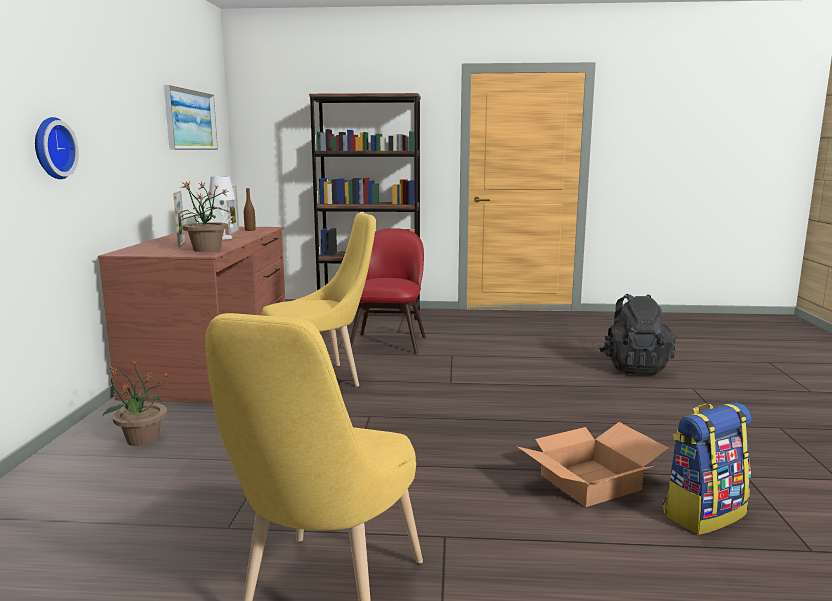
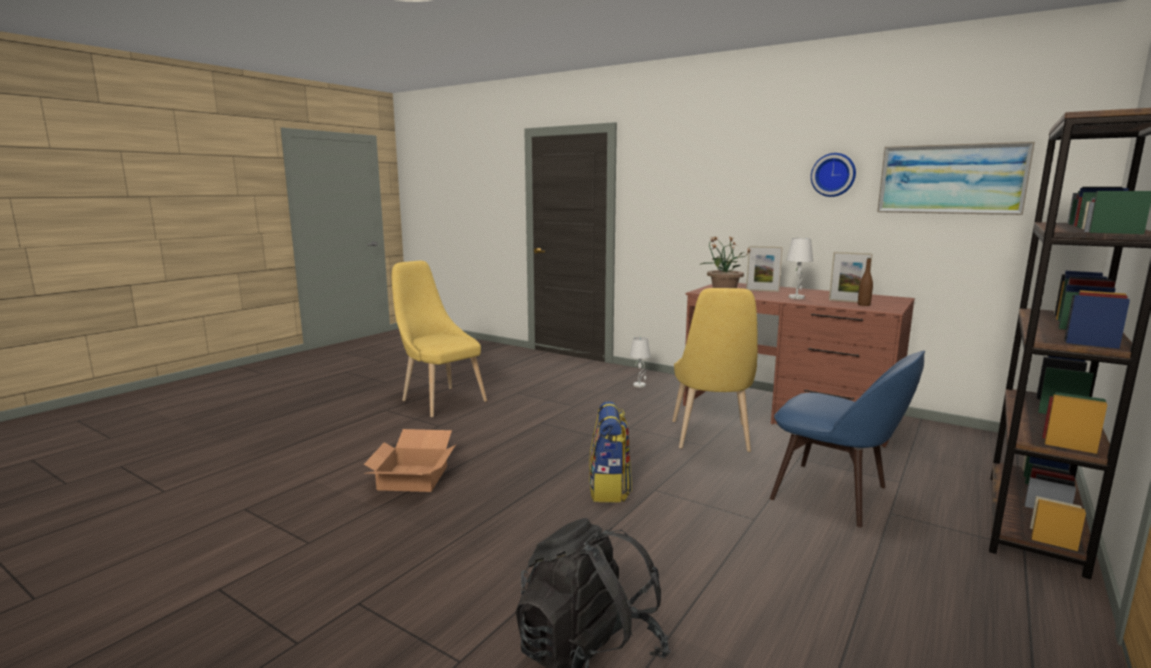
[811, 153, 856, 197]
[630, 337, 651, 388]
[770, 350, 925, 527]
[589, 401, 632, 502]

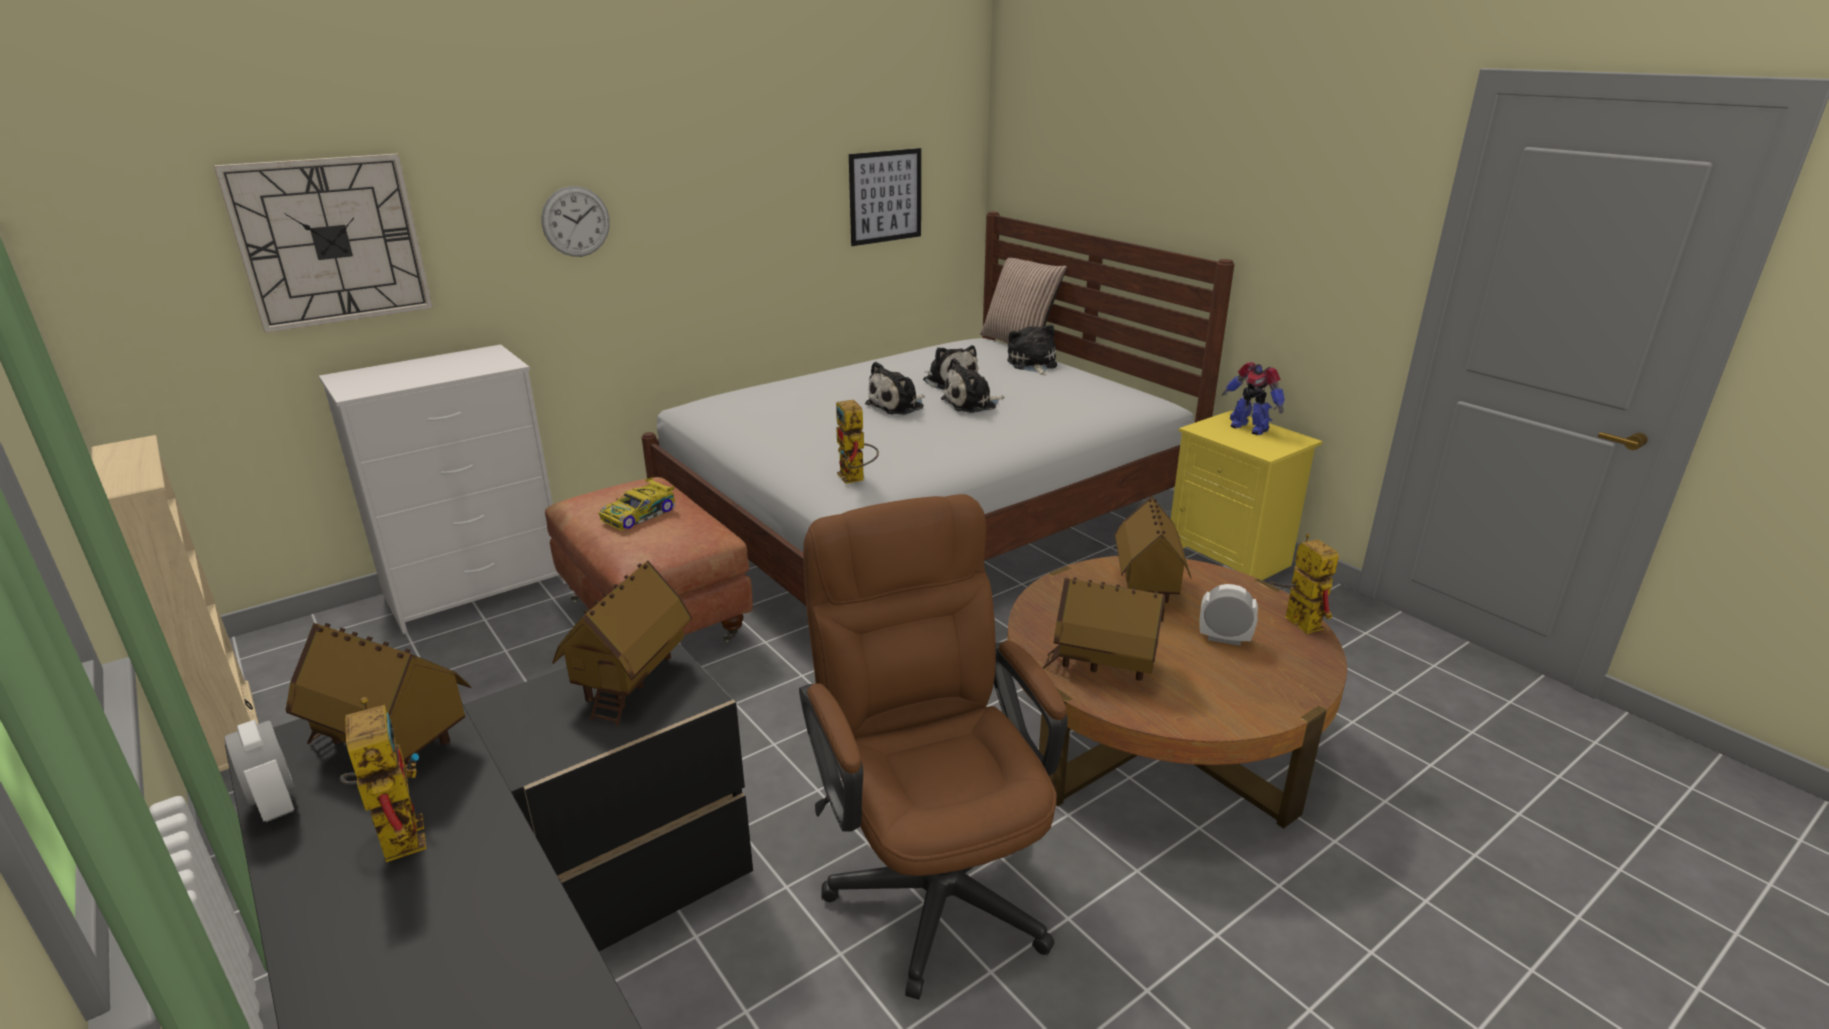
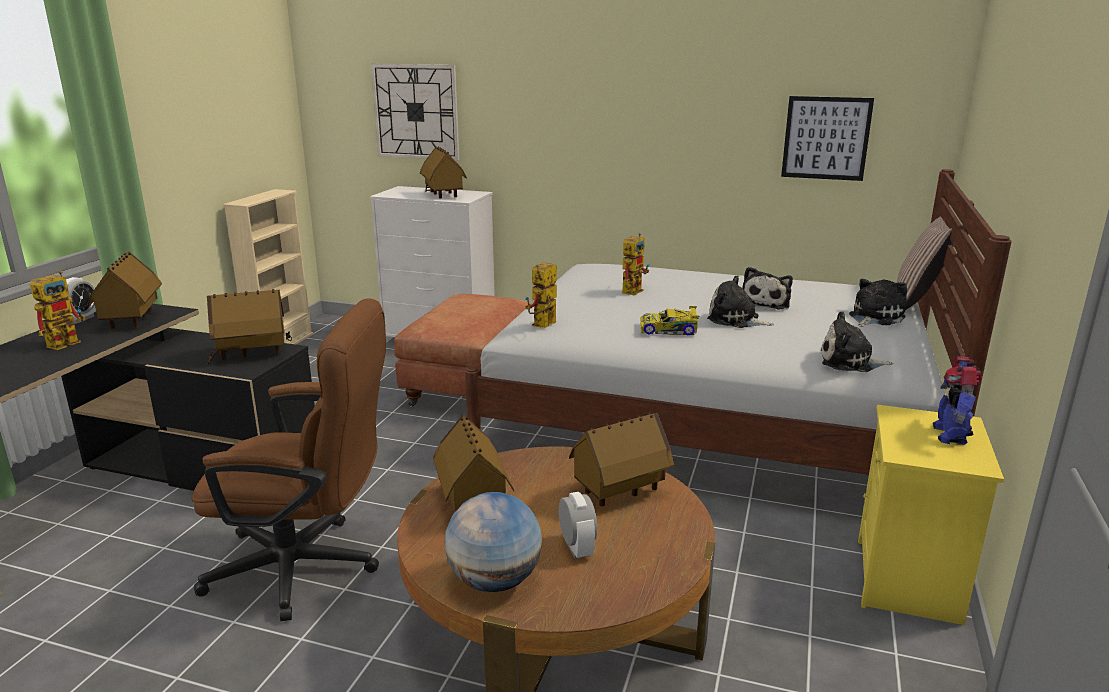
[541, 186, 610, 257] (first image)
[640, 306, 699, 335]
[192, 298, 386, 621]
[821, 311, 893, 372]
[622, 233, 650, 295]
[420, 146, 467, 198]
[445, 492, 542, 592]

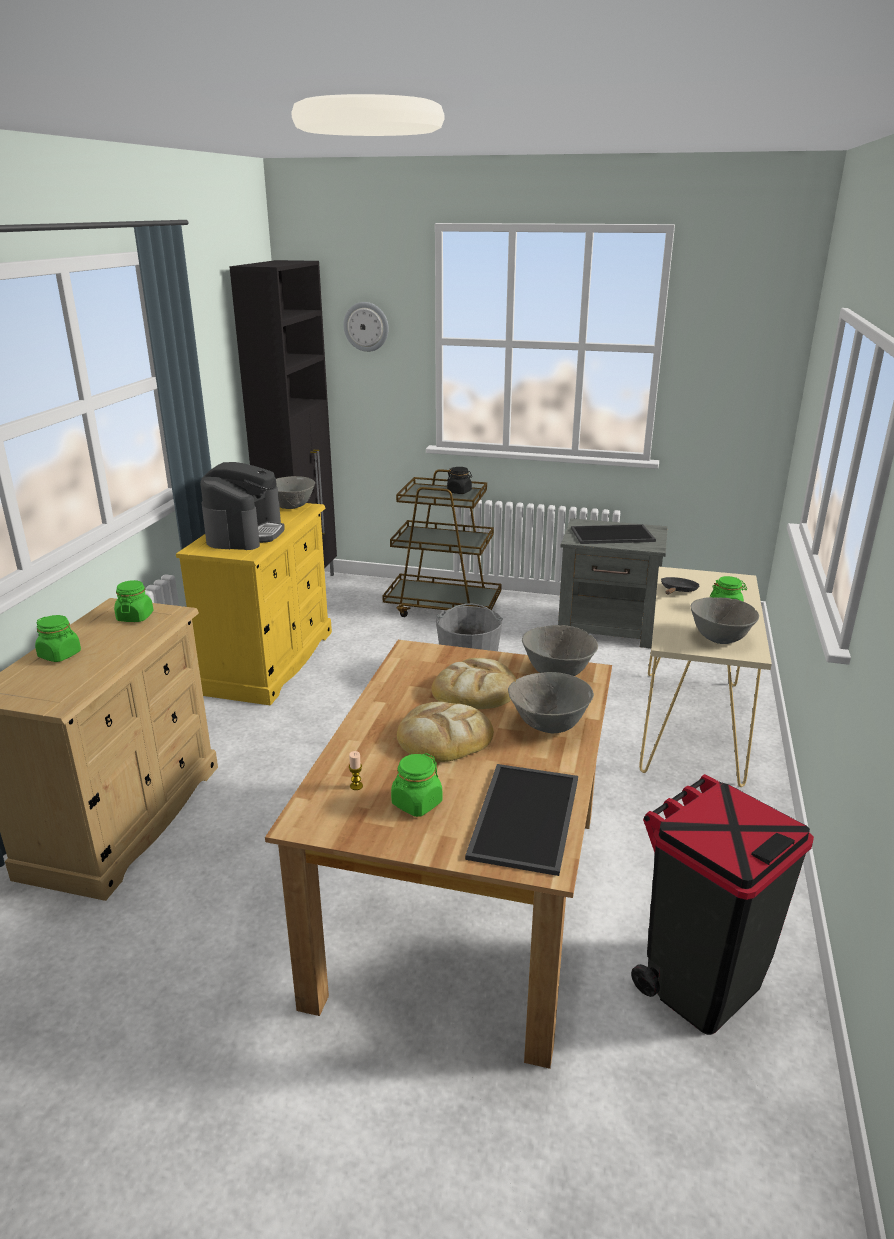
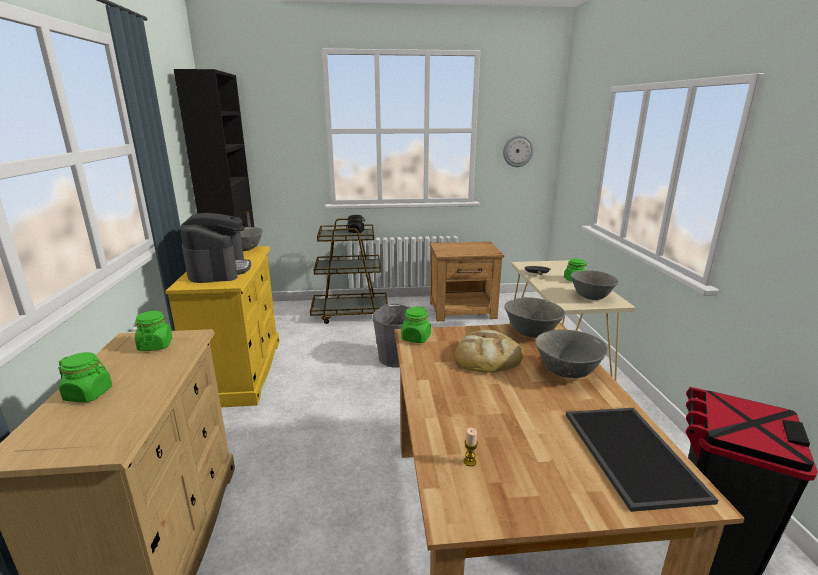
[503, 135, 534, 167]
[401, 306, 431, 343]
[397, 701, 494, 762] (first image)
[430, 241, 504, 321]
[571, 524, 656, 544] (first image)

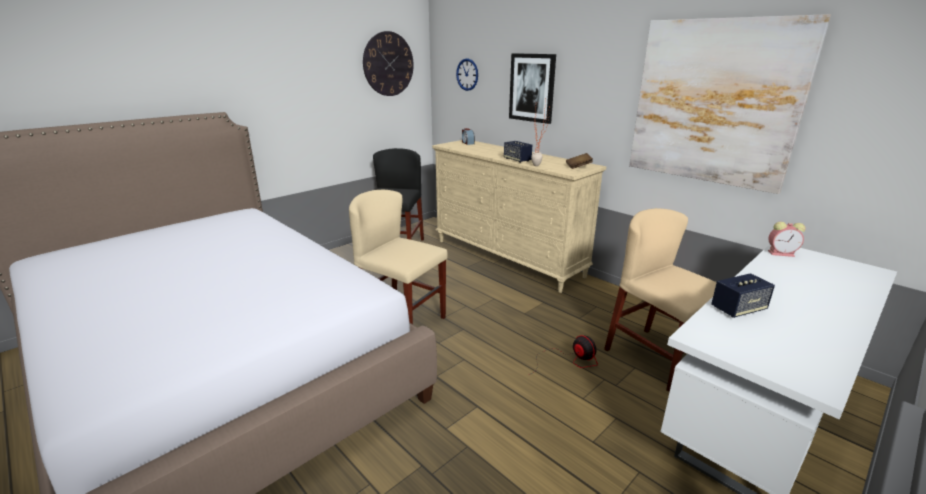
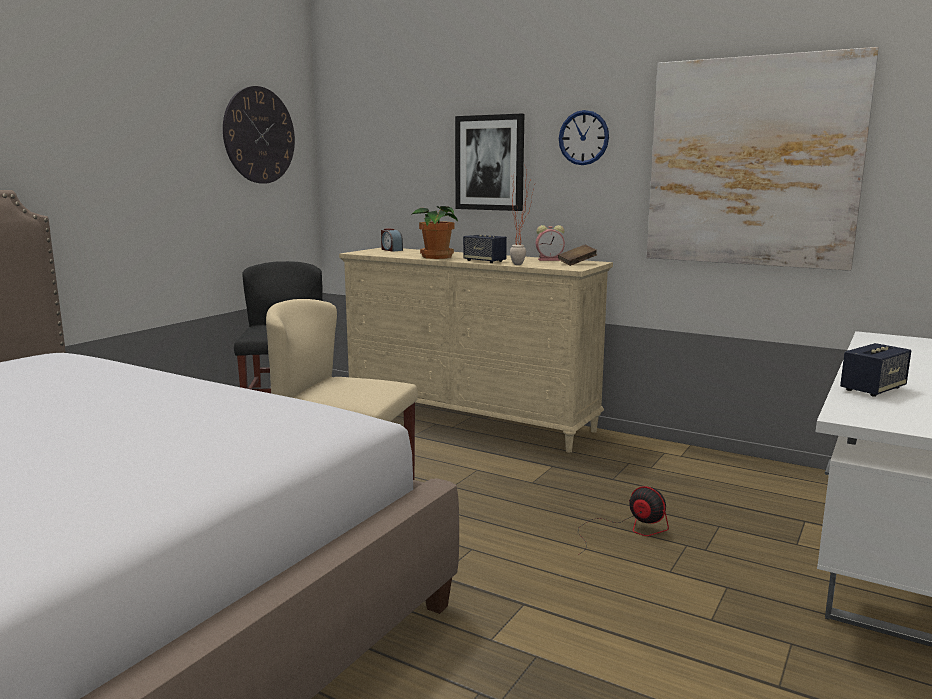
[559, 110, 609, 165]
[604, 208, 717, 392] (first image)
[536, 225, 565, 261]
[411, 206, 458, 259]

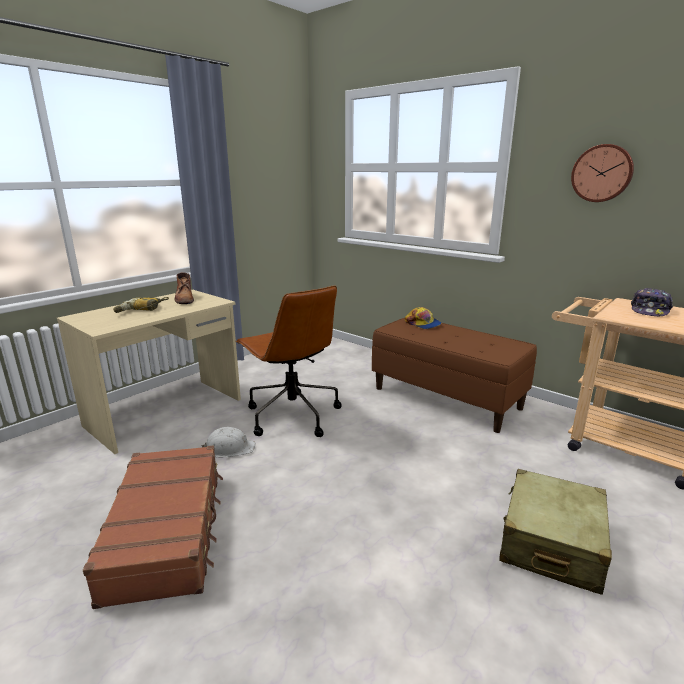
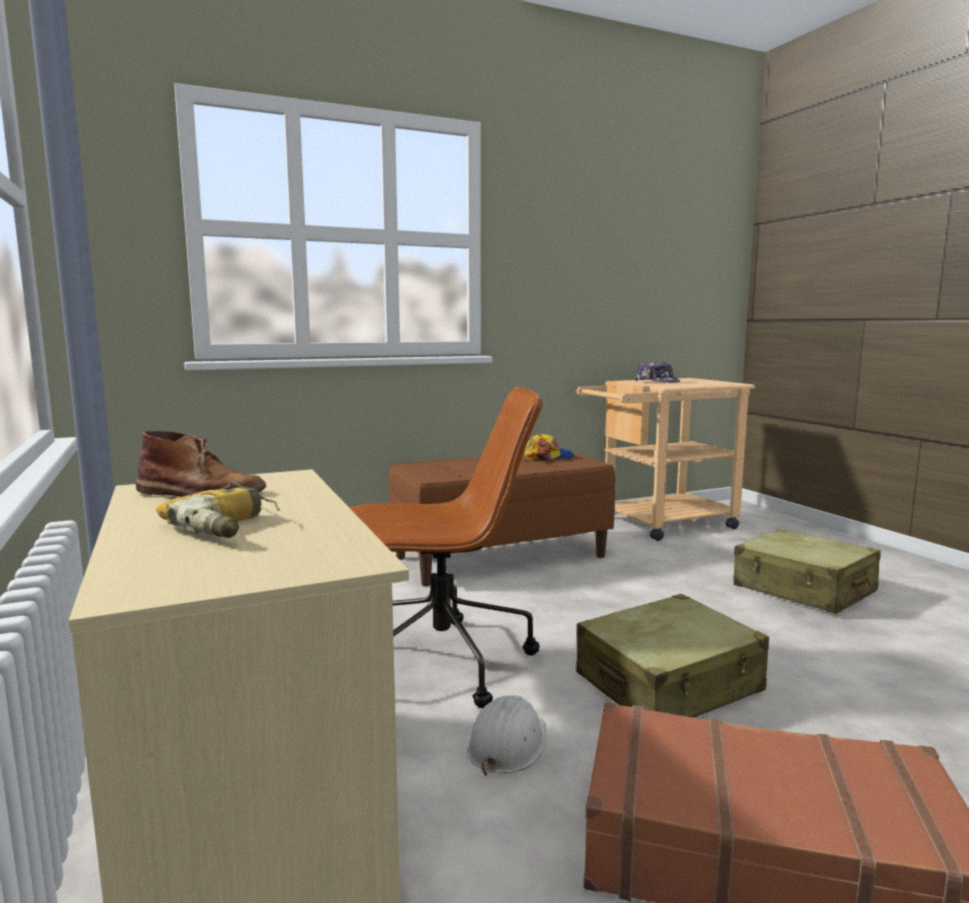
[524, 434, 574, 461]
[571, 144, 634, 202] (first image)
[576, 594, 769, 718]

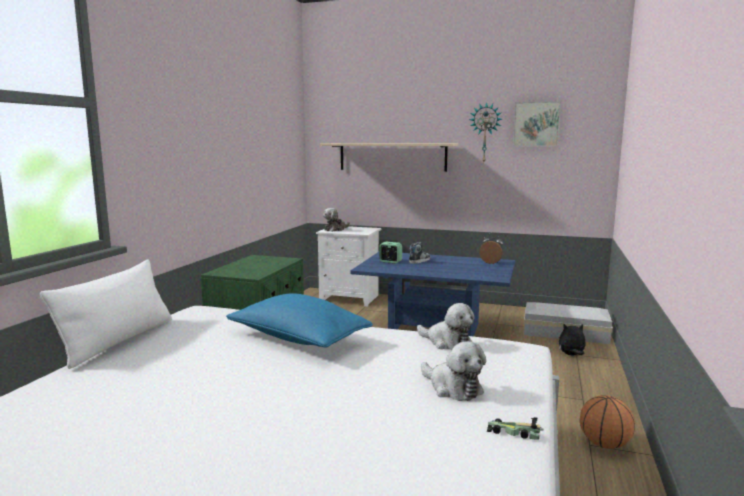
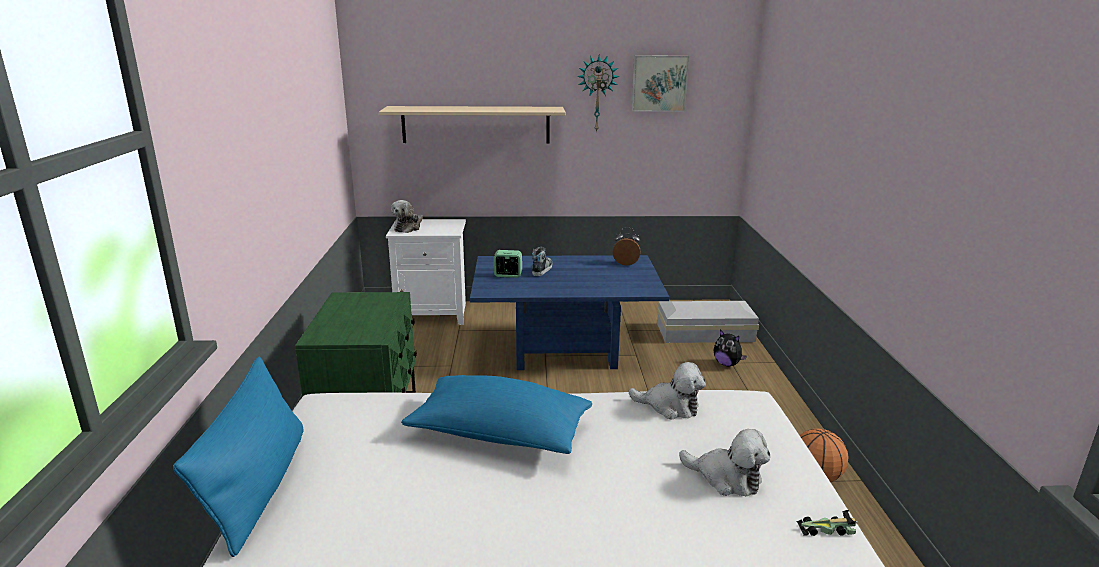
[173, 357, 303, 557]
[713, 330, 747, 366]

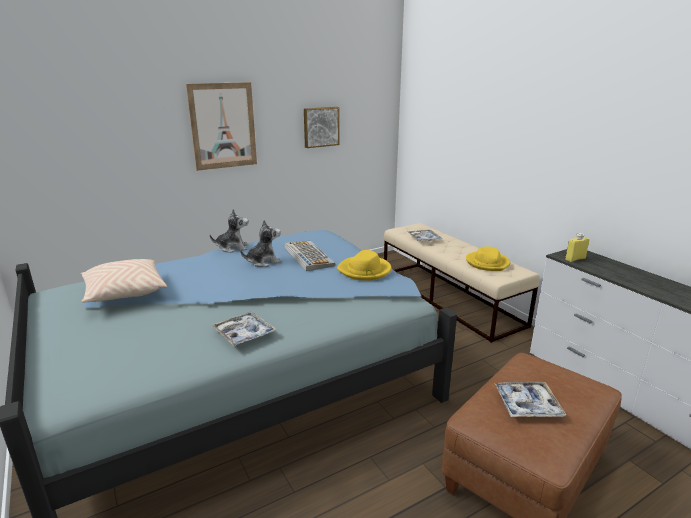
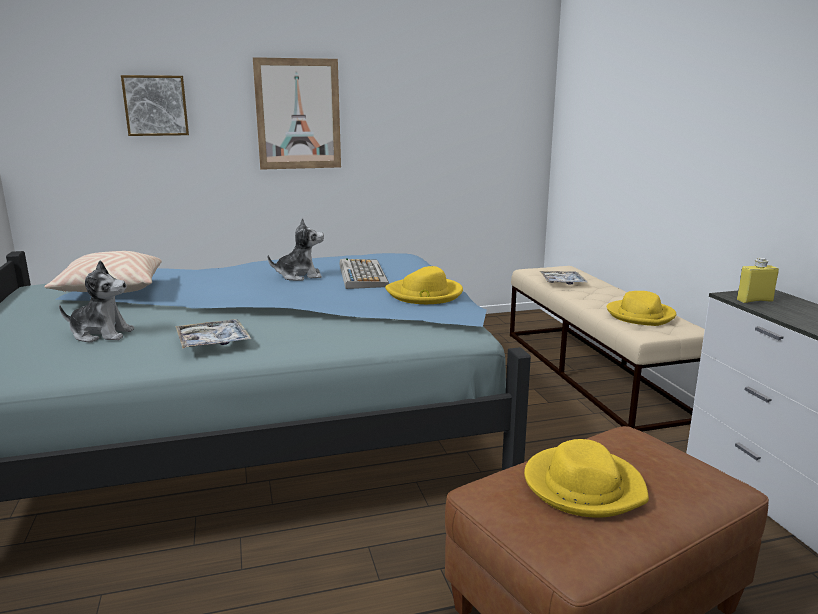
[59, 260, 134, 343]
[121, 75, 189, 136]
[524, 439, 649, 518]

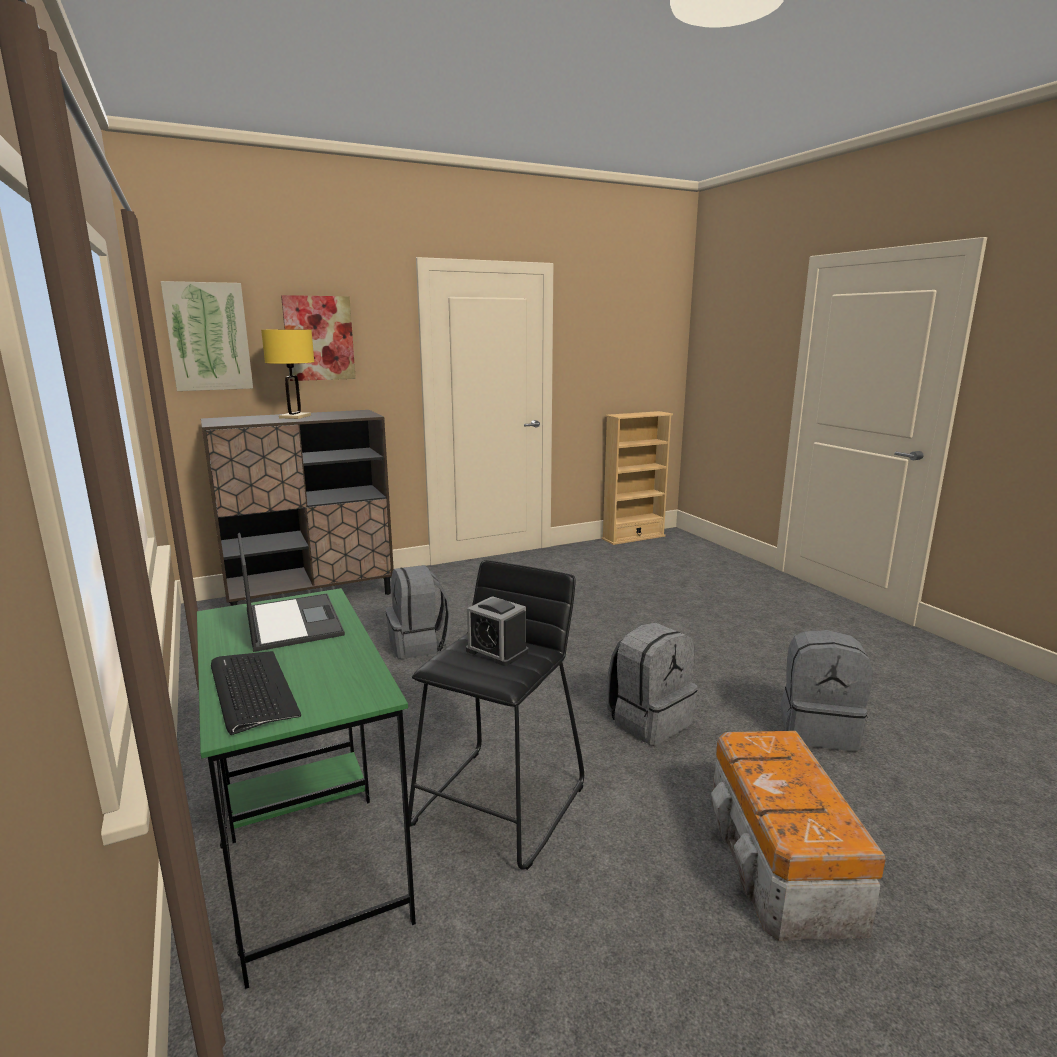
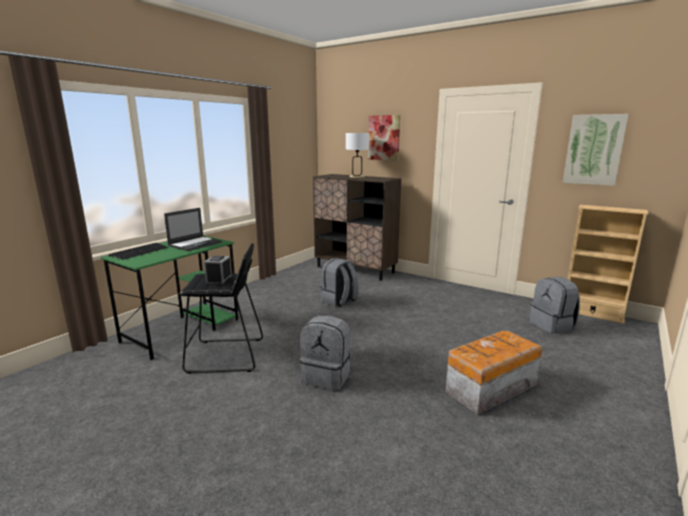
[563, 114, 629, 186]
[346, 133, 370, 178]
[446, 331, 543, 415]
[529, 277, 580, 334]

